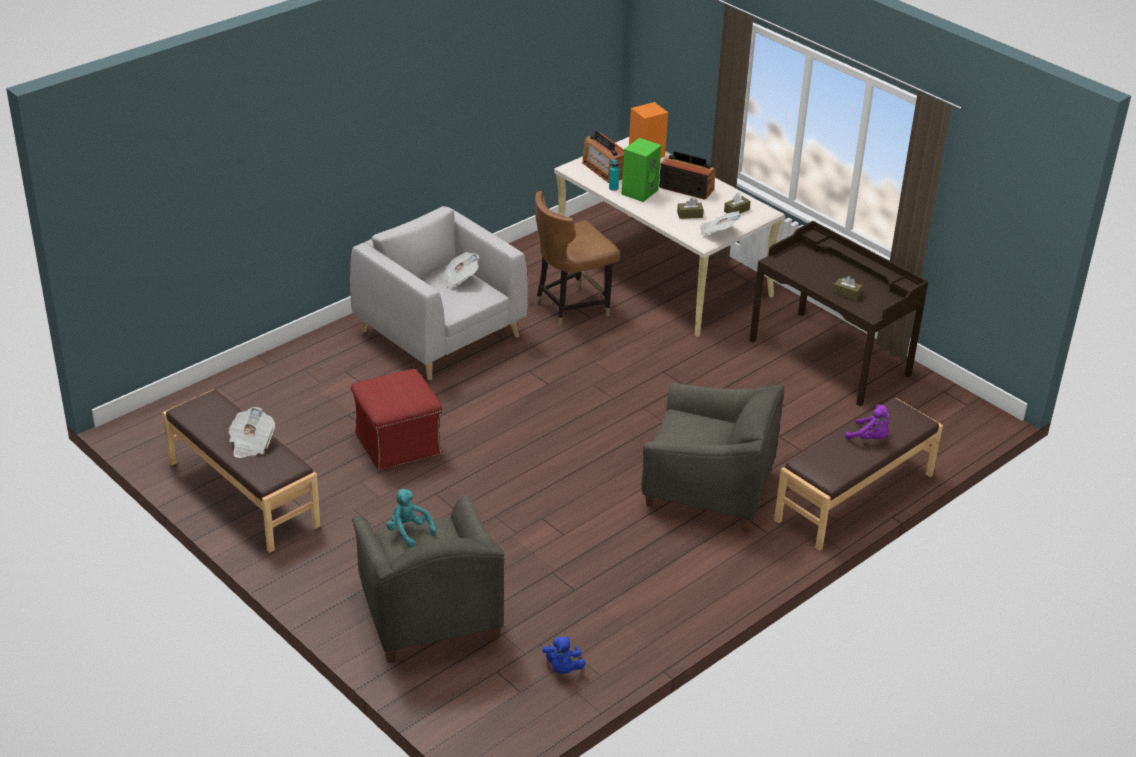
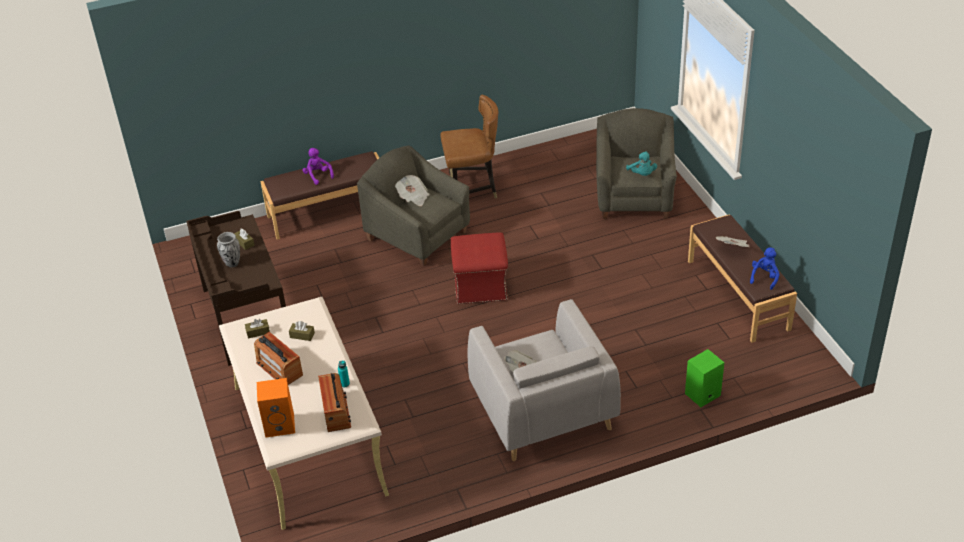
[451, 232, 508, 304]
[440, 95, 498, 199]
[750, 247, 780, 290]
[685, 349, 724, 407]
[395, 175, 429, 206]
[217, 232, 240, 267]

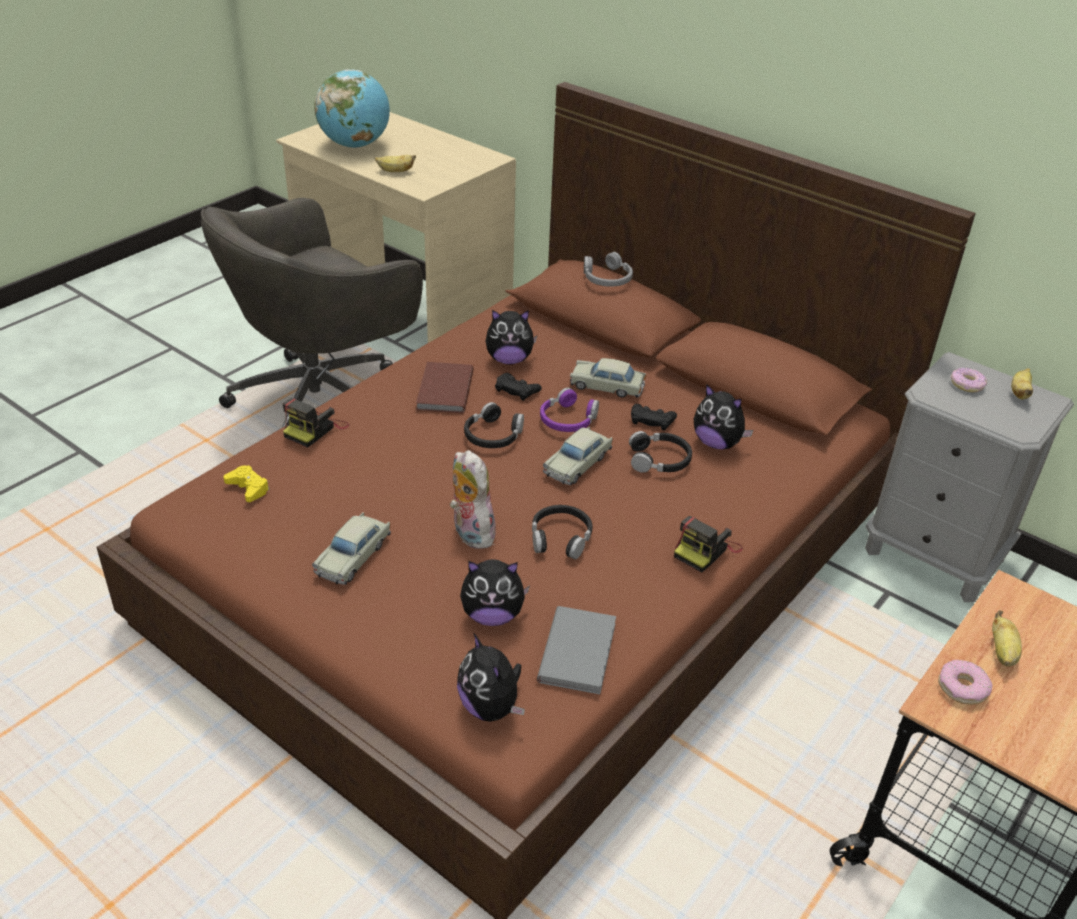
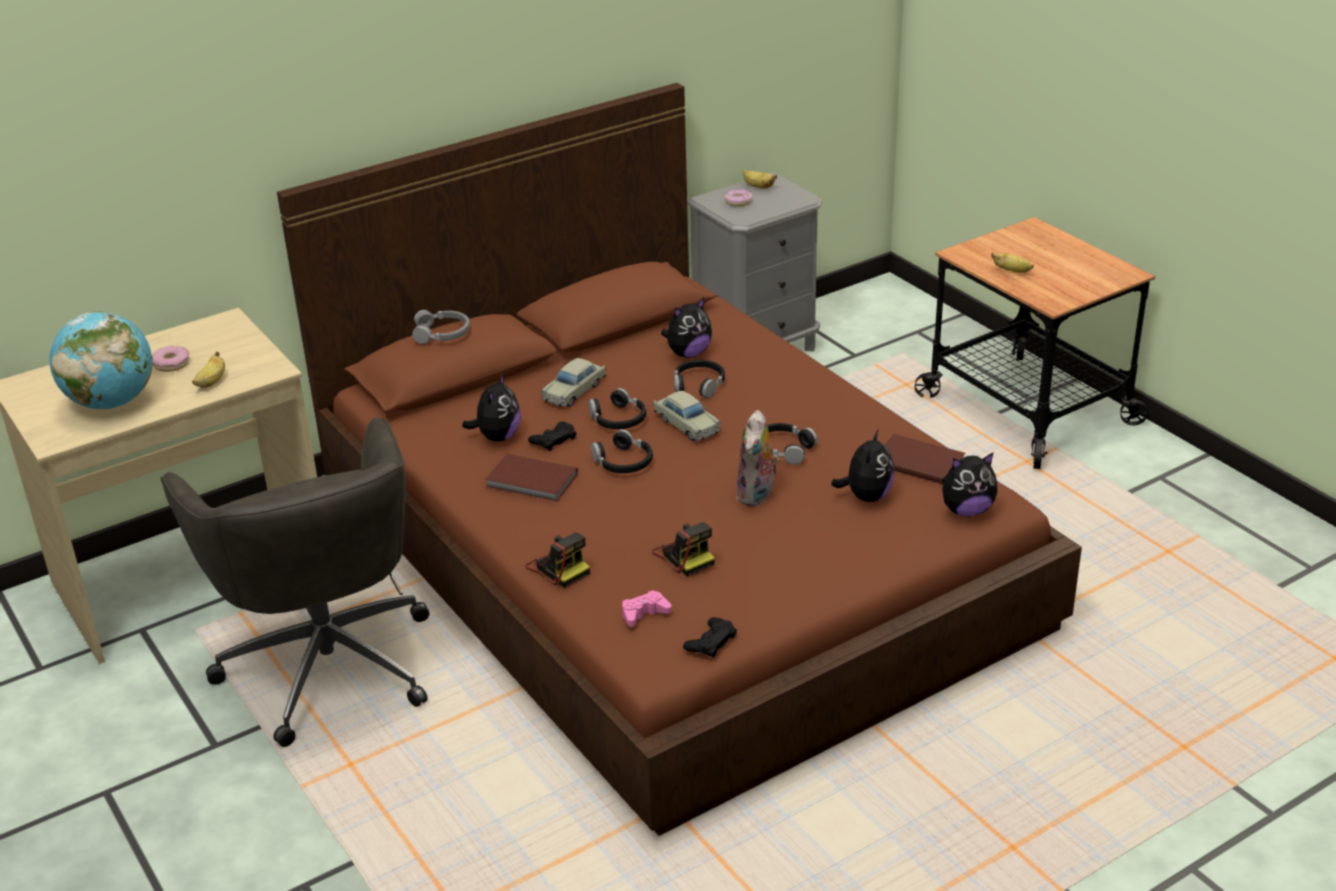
[622, 590, 672, 627]
[312, 512, 391, 585] (first image)
[737, 410, 779, 506]
[884, 434, 965, 484]
[588, 388, 646, 429]
[683, 617, 737, 657]
[652, 522, 715, 576]
[152, 346, 190, 372]

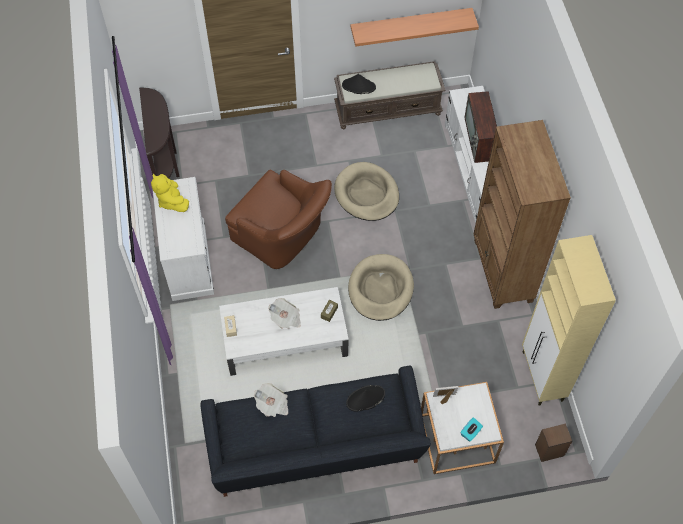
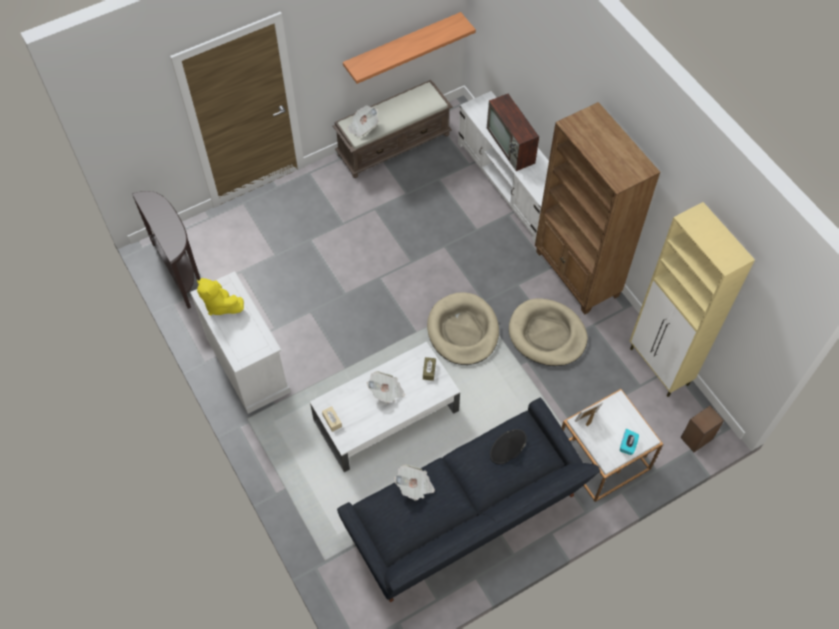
[225, 170, 332, 269] (first image)
[509, 298, 588, 366]
[347, 105, 378, 138]

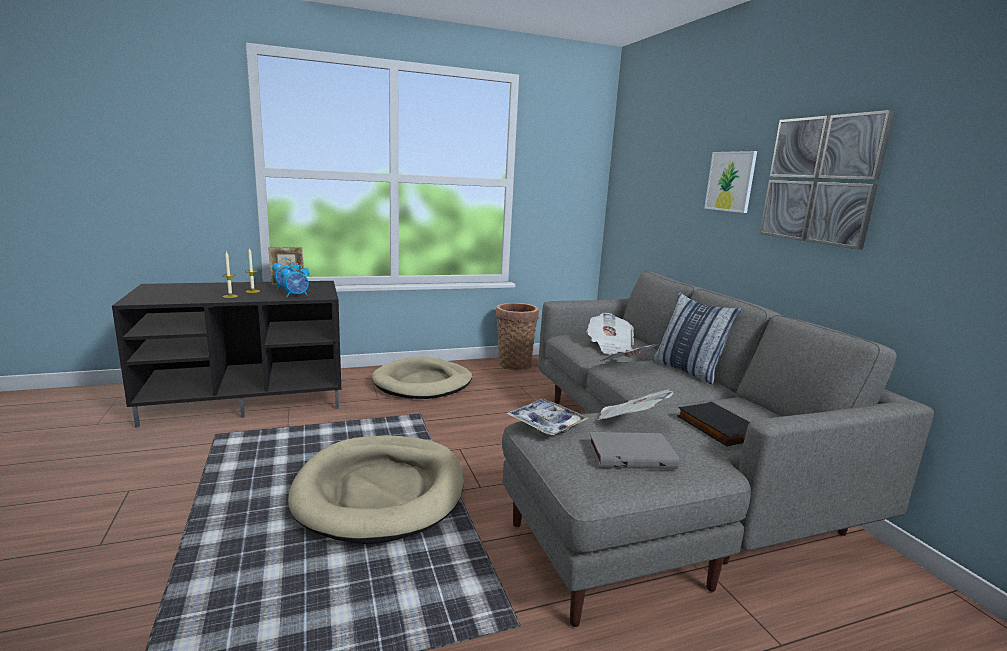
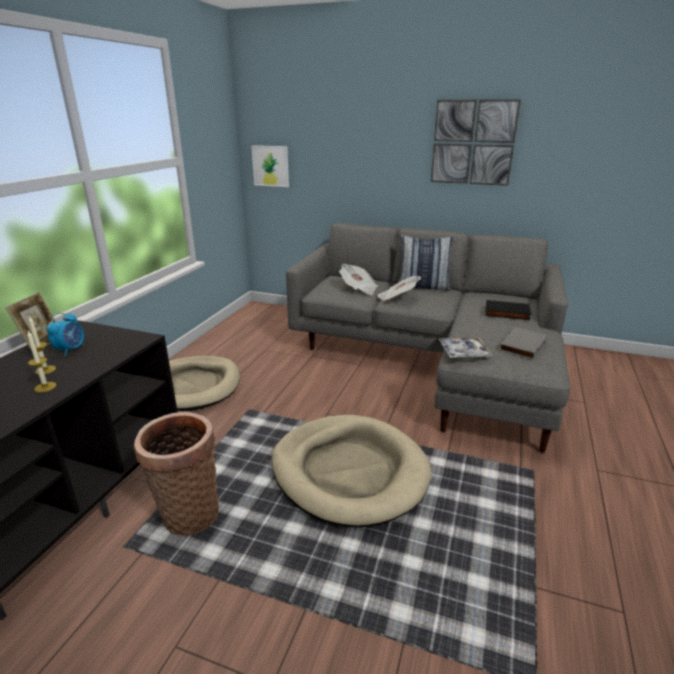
[281, 264, 310, 297] (first image)
[134, 412, 219, 536]
[598, 389, 673, 420] (first image)
[251, 145, 289, 187]

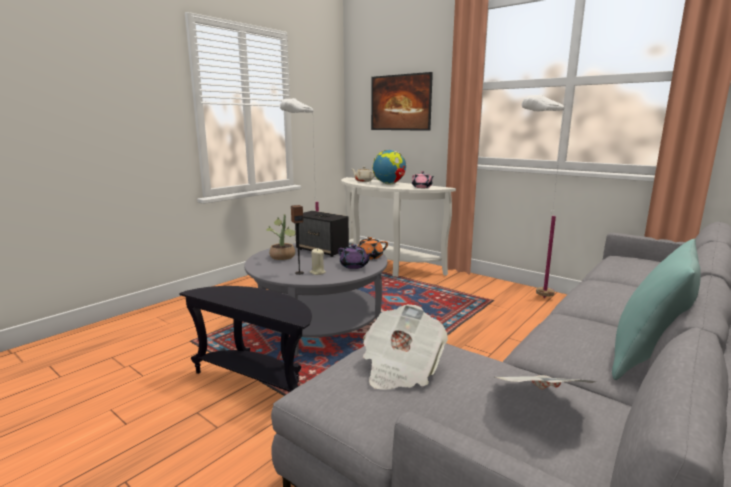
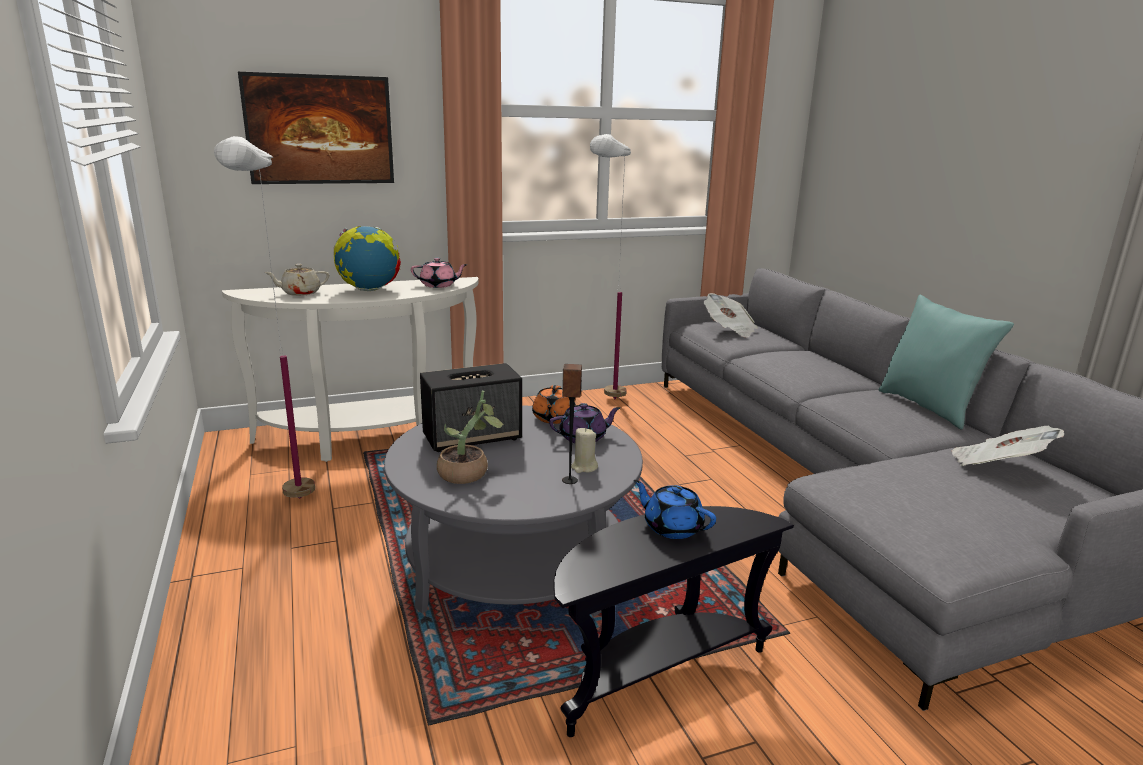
[704, 293, 758, 338]
[633, 480, 716, 539]

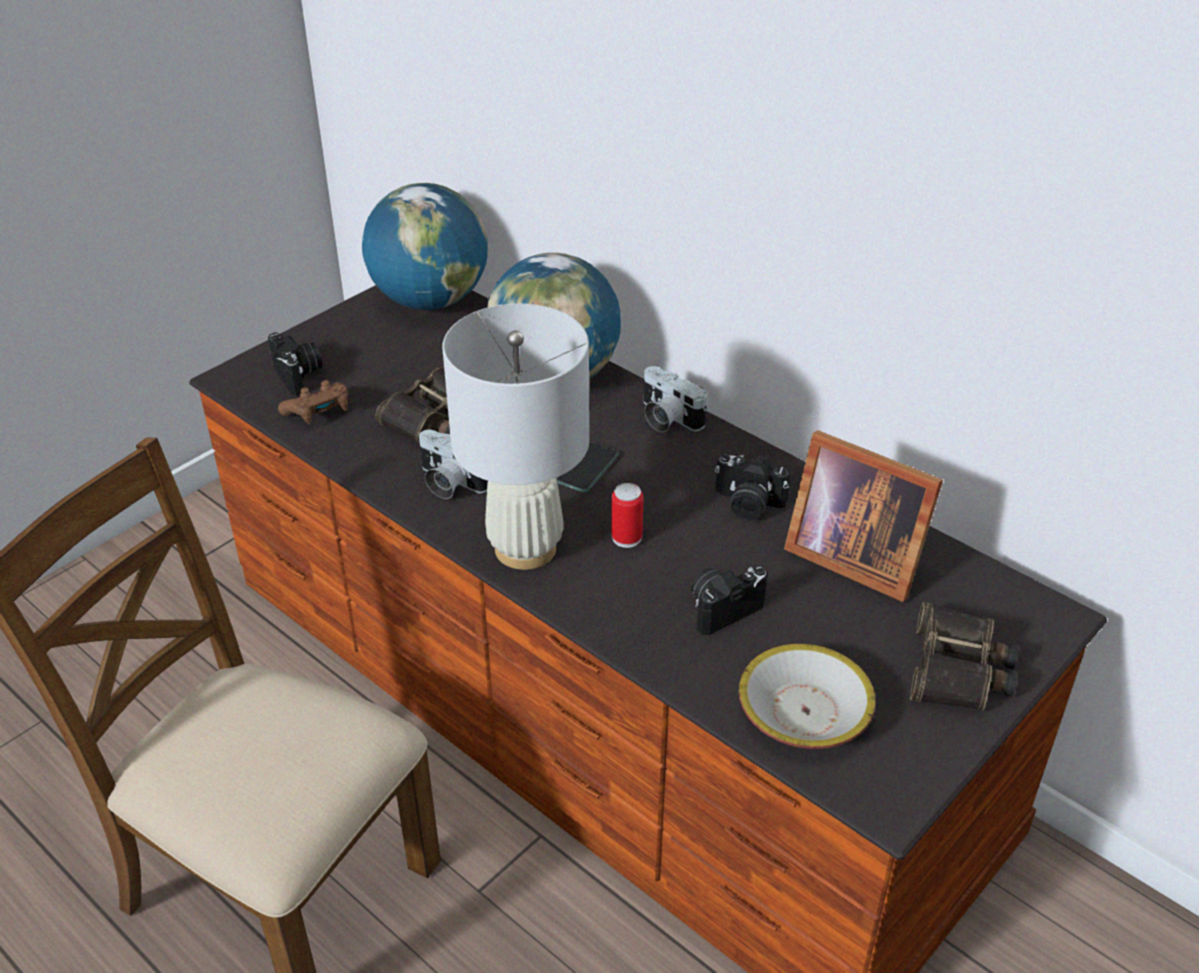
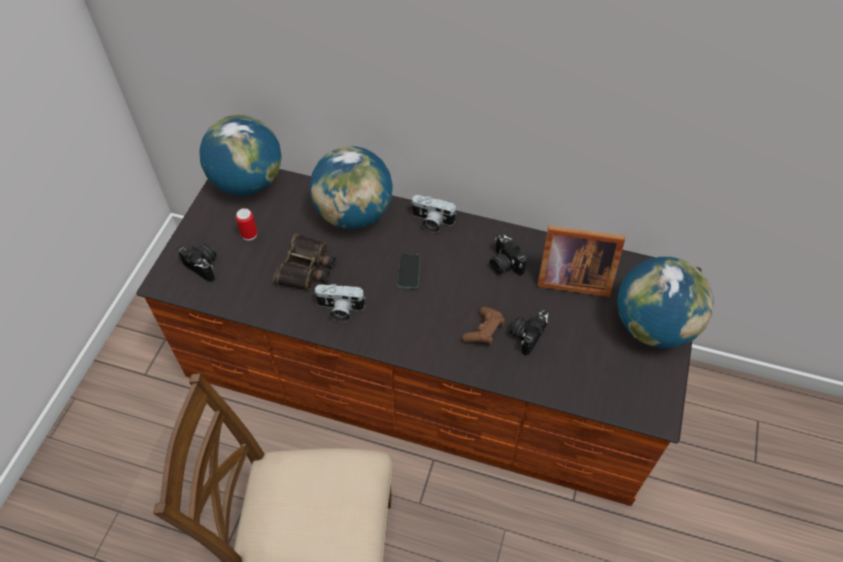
[462, 307, 505, 345]
[442, 304, 590, 570] (first image)
[236, 208, 257, 240]
[490, 234, 527, 276]
[739, 644, 876, 749] (first image)
[617, 257, 714, 348]

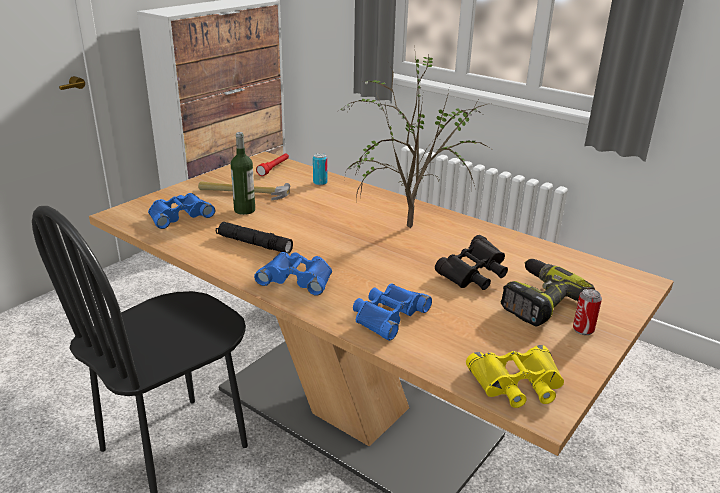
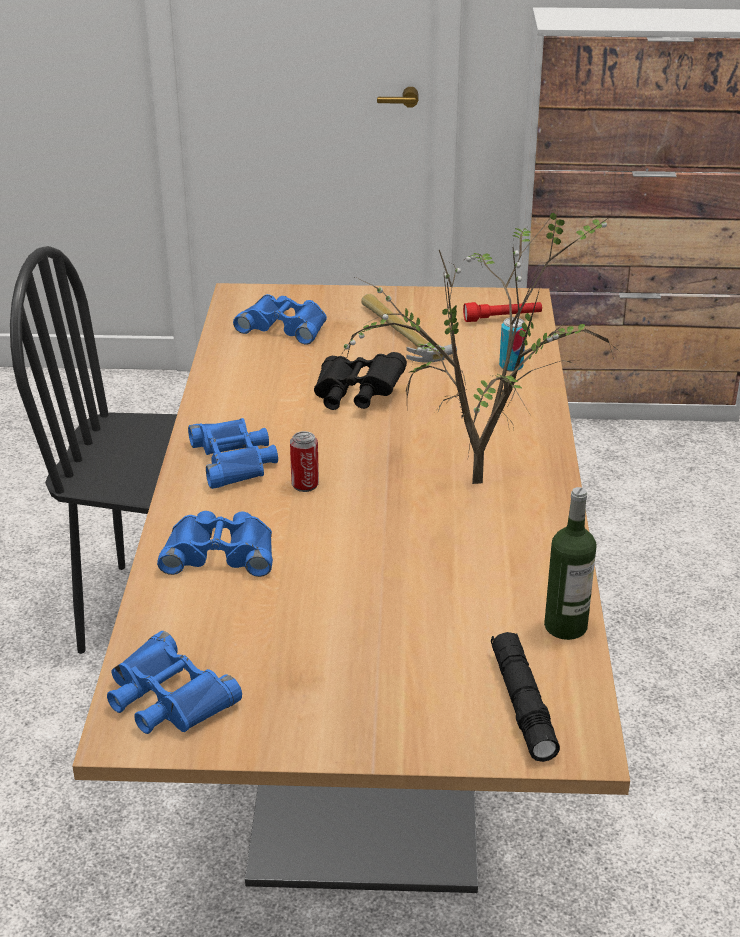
[491, 632, 560, 762]
[544, 487, 597, 640]
[314, 352, 407, 410]
[107, 631, 242, 734]
[501, 259, 595, 326] (first image)
[290, 431, 319, 492]

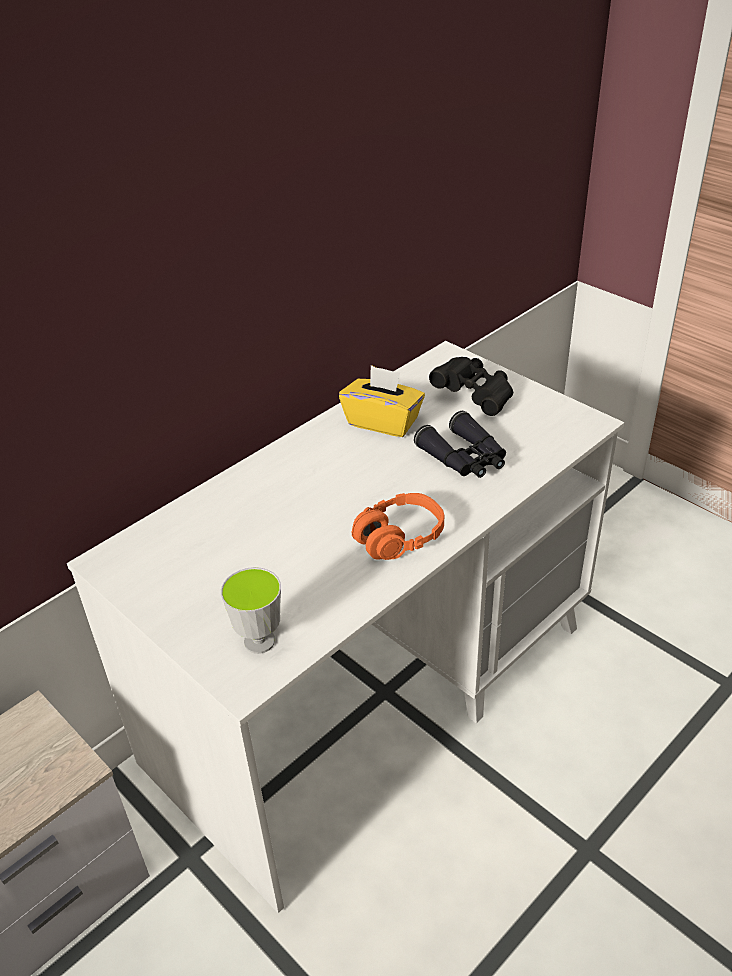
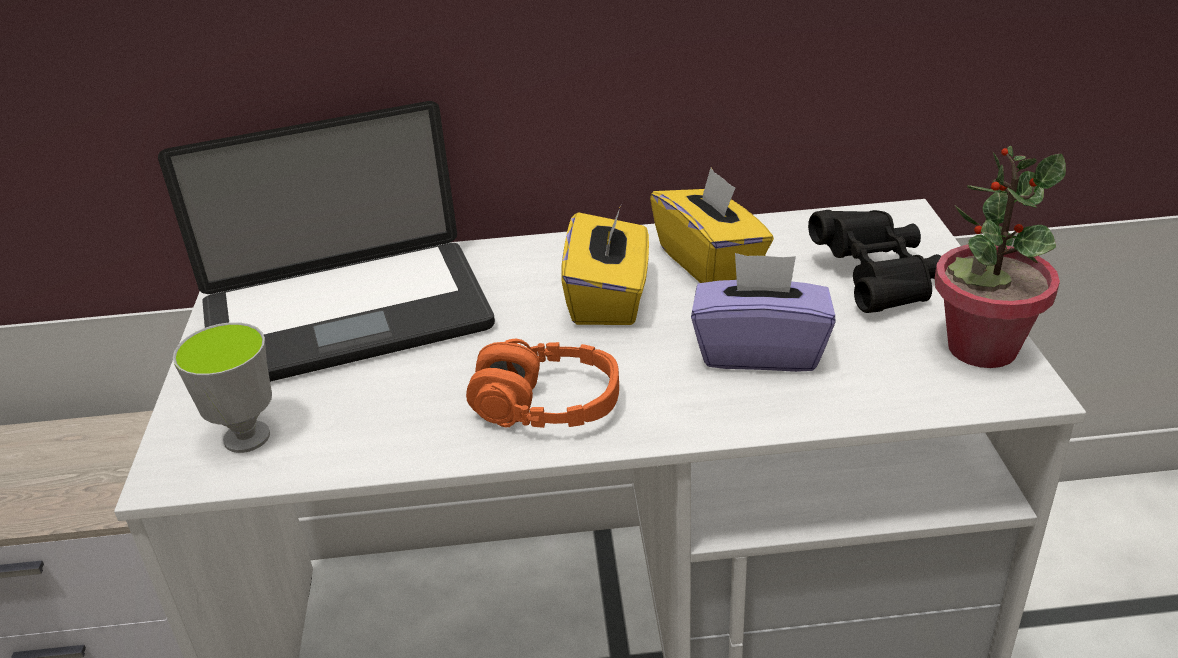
[691, 253, 836, 372]
[158, 101, 495, 382]
[561, 203, 649, 325]
[934, 146, 1066, 368]

